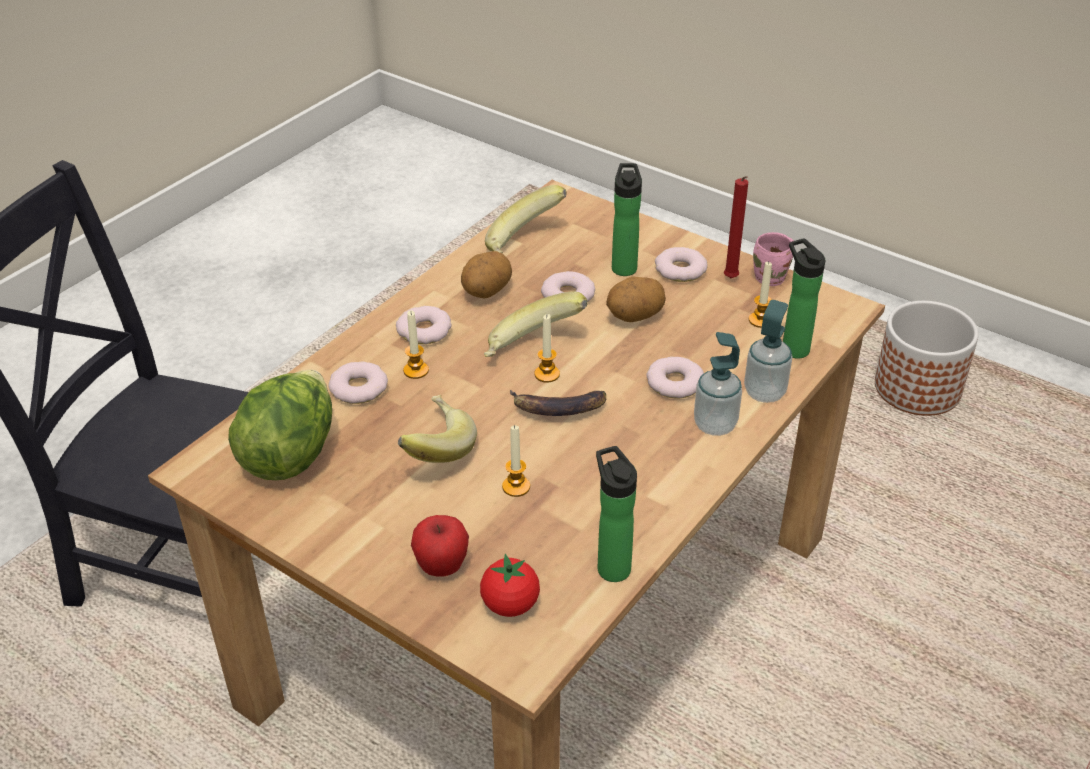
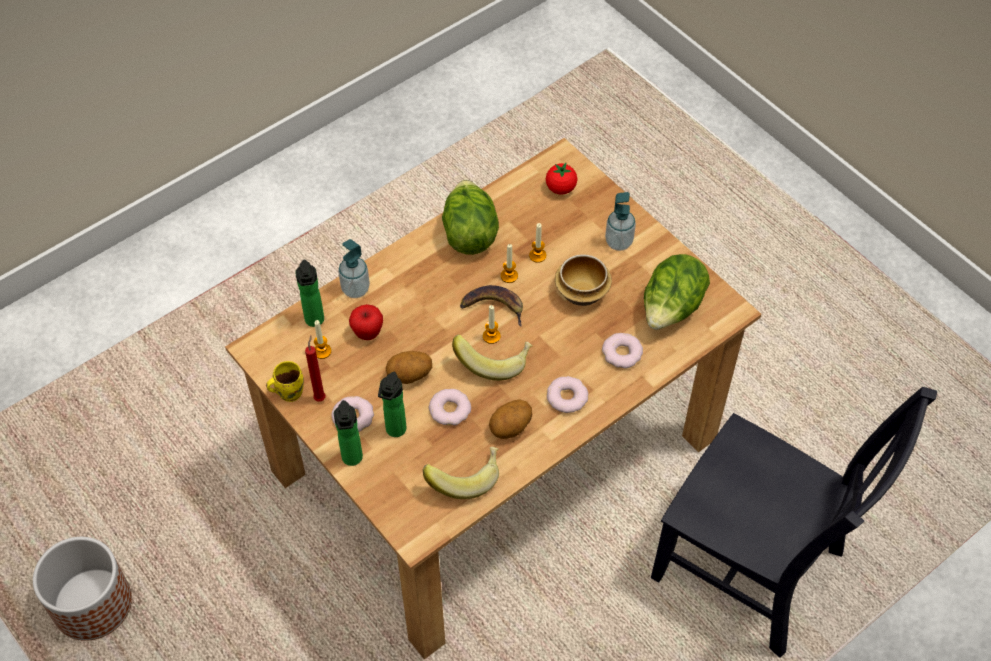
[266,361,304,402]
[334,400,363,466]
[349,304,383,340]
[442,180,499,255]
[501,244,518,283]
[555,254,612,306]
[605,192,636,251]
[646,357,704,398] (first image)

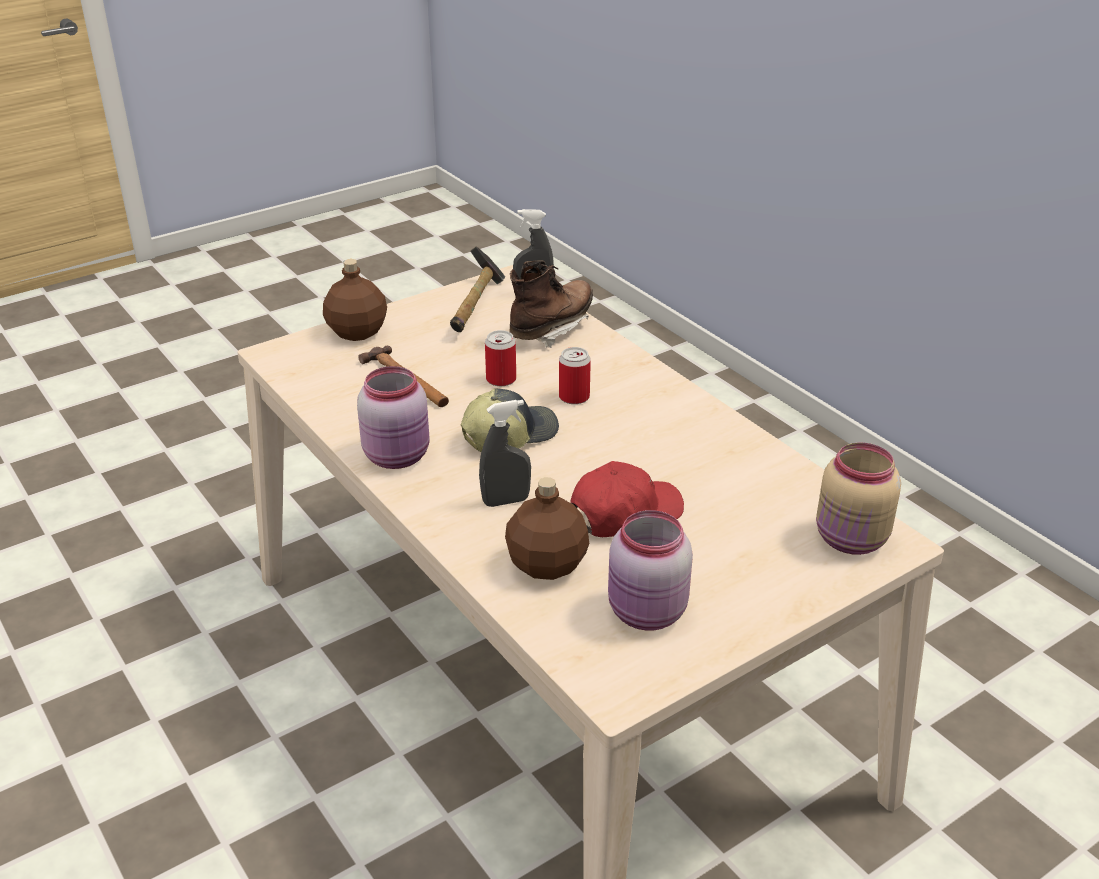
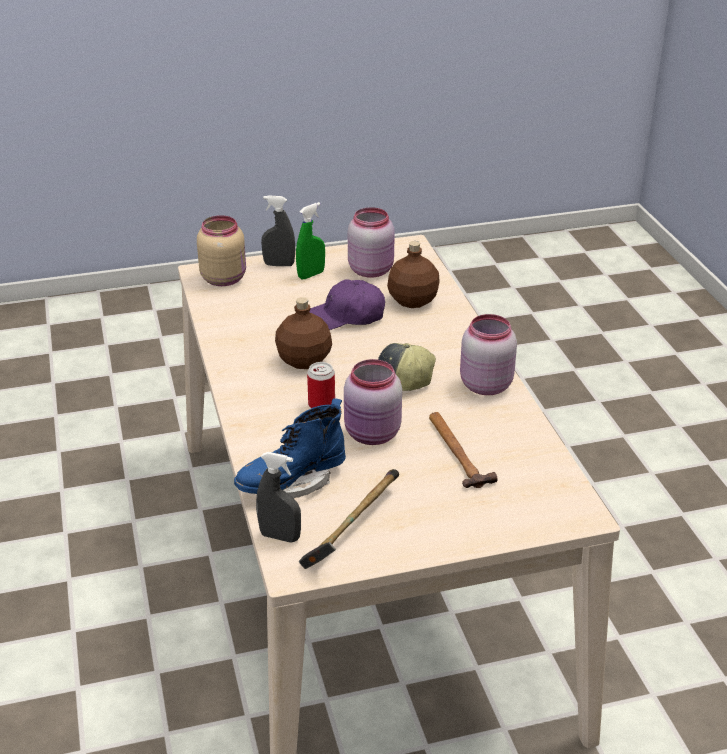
[234,399,346,498]
[261,195,295,266]
[275,297,332,369]
[296,202,325,279]
[309,279,385,330]
[344,359,402,445]

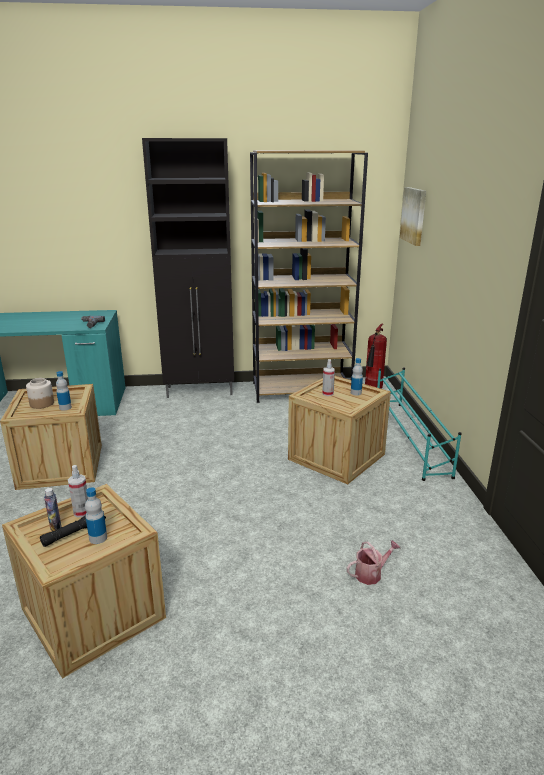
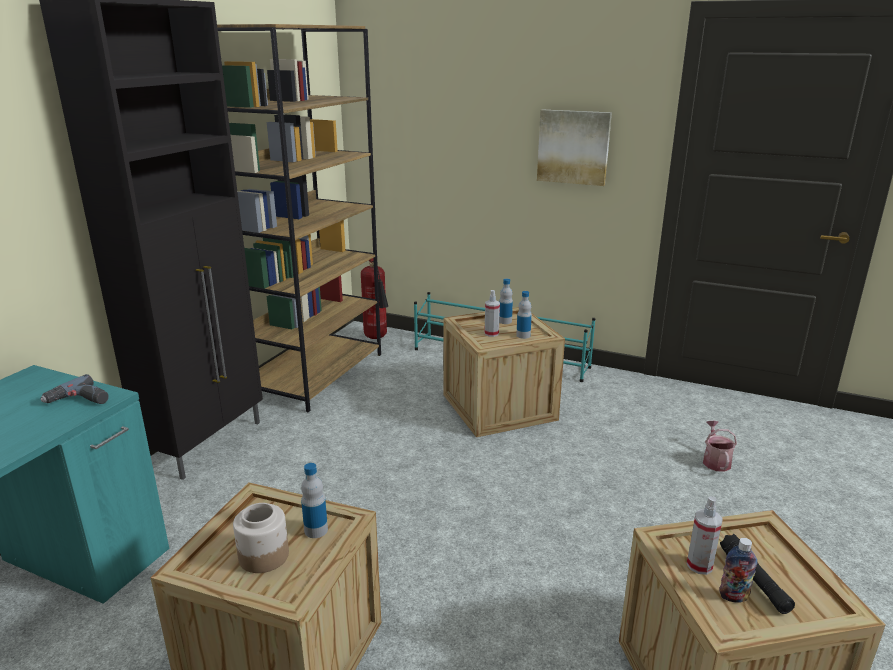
[516,291,532,339]
[537,109,612,186]

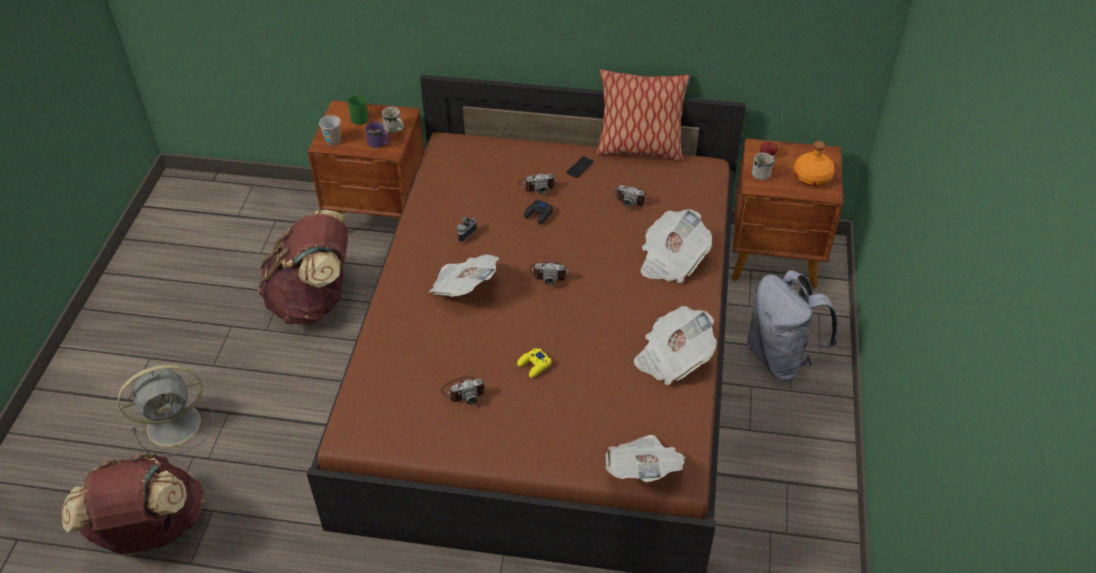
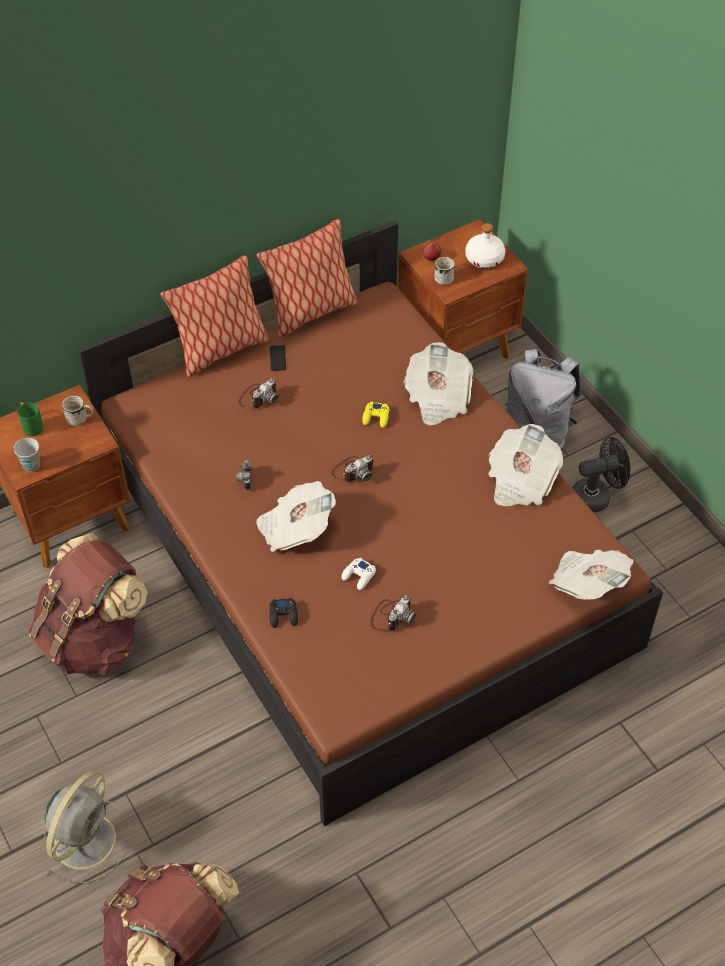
[160,255,270,377]
[269,598,298,628]
[341,558,376,590]
[362,402,389,428]
[465,223,505,269]
[572,437,630,513]
[365,121,390,148] (first image)
[613,185,648,207] (first image)

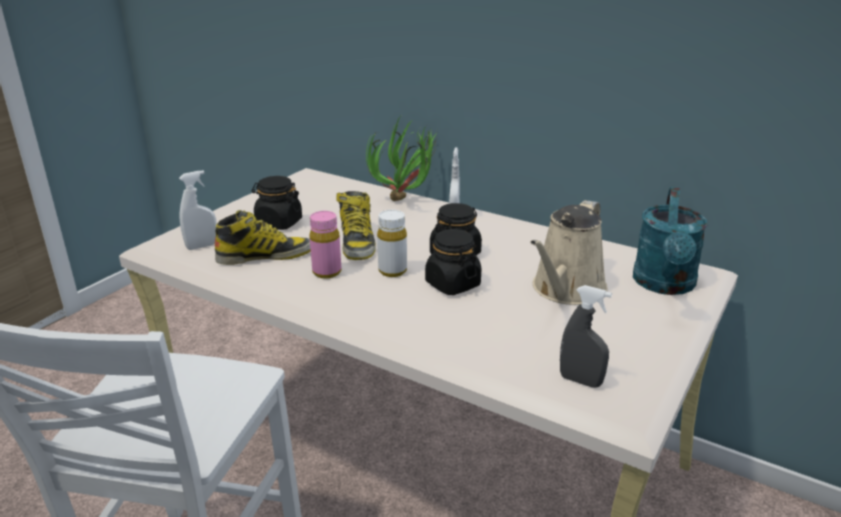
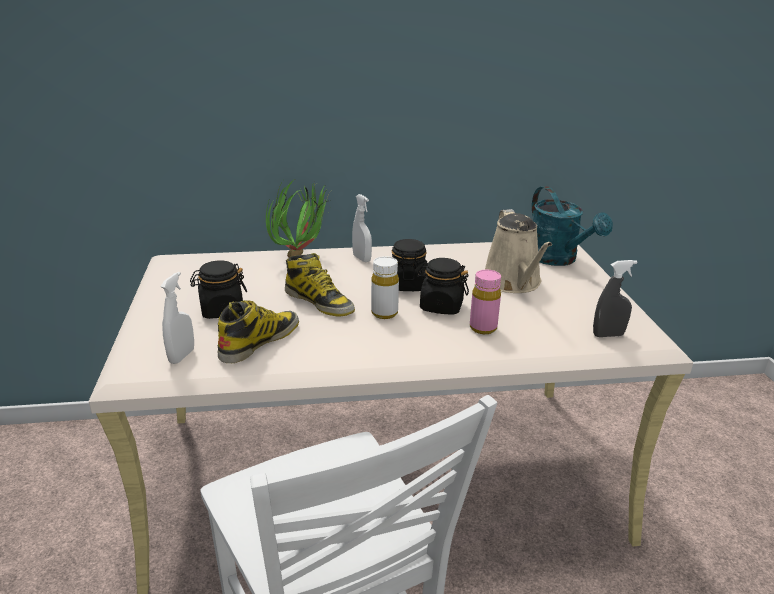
[470,270,501,334]

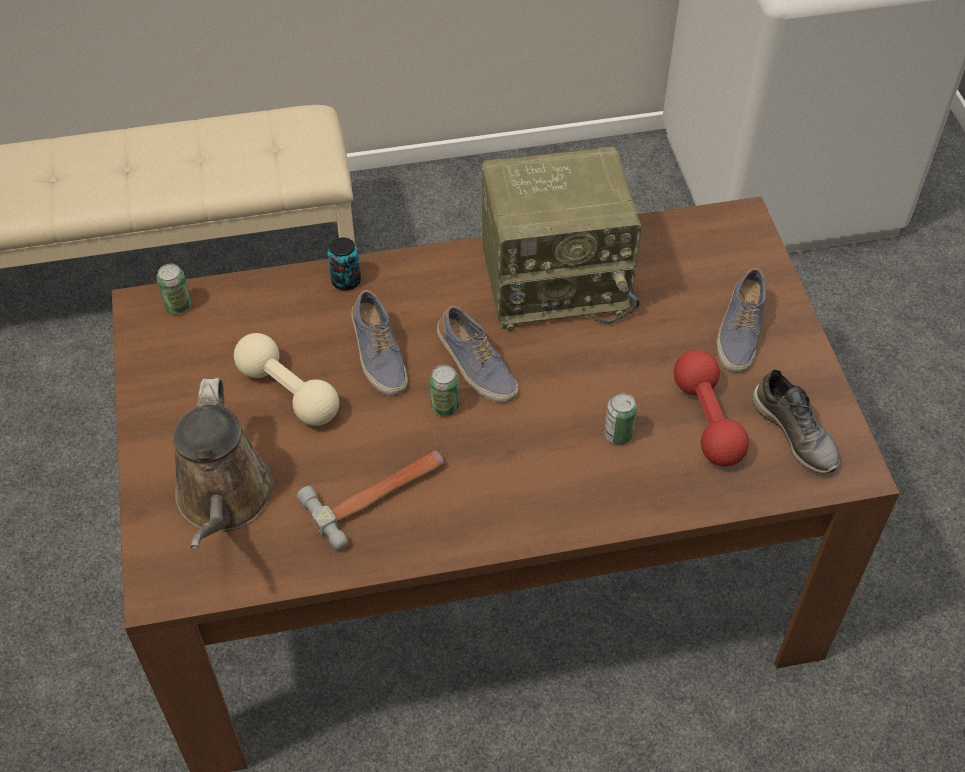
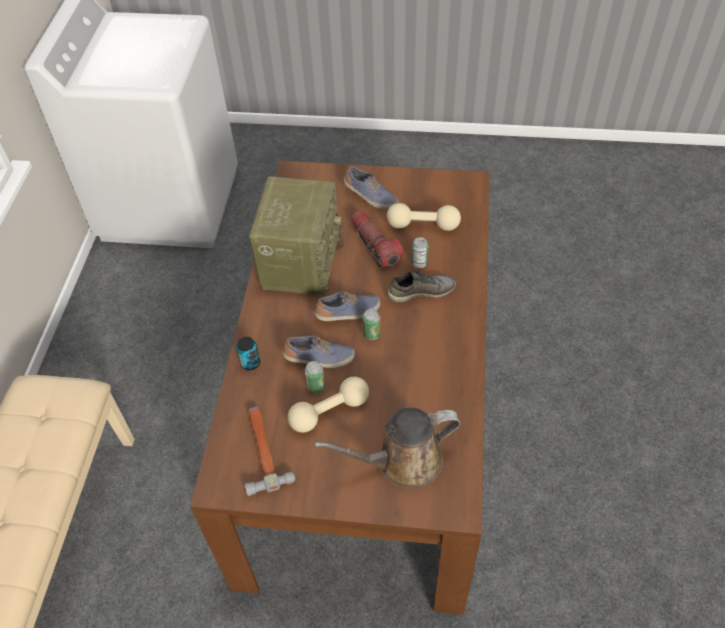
[245,407,296,496]
[305,361,325,393]
[314,407,460,488]
[351,211,404,267]
[387,203,461,231]
[388,271,456,303]

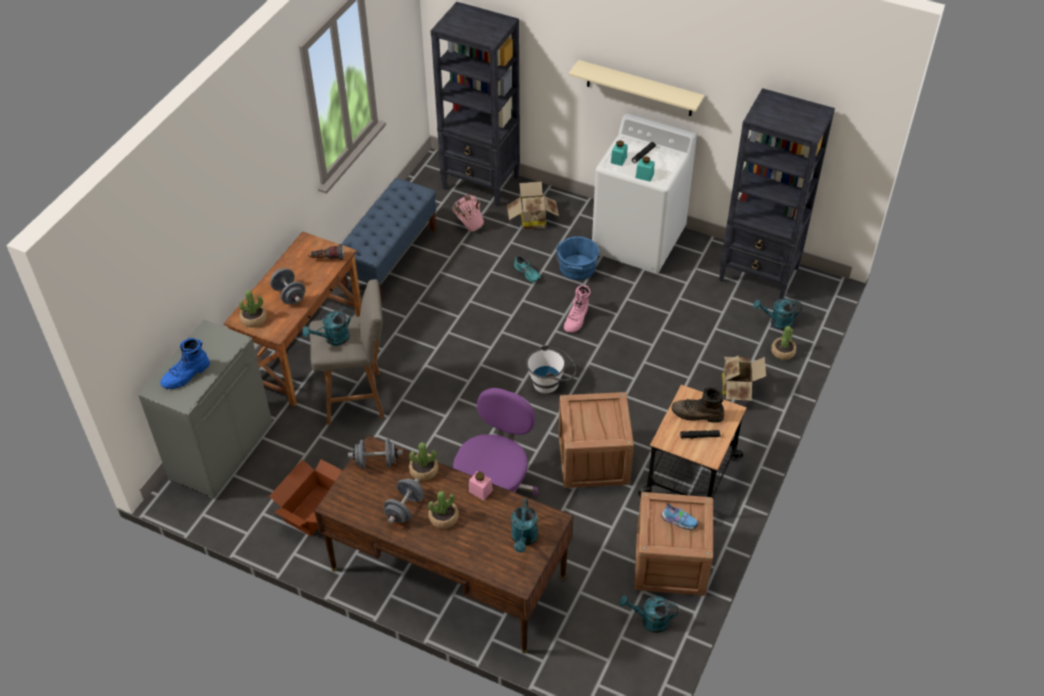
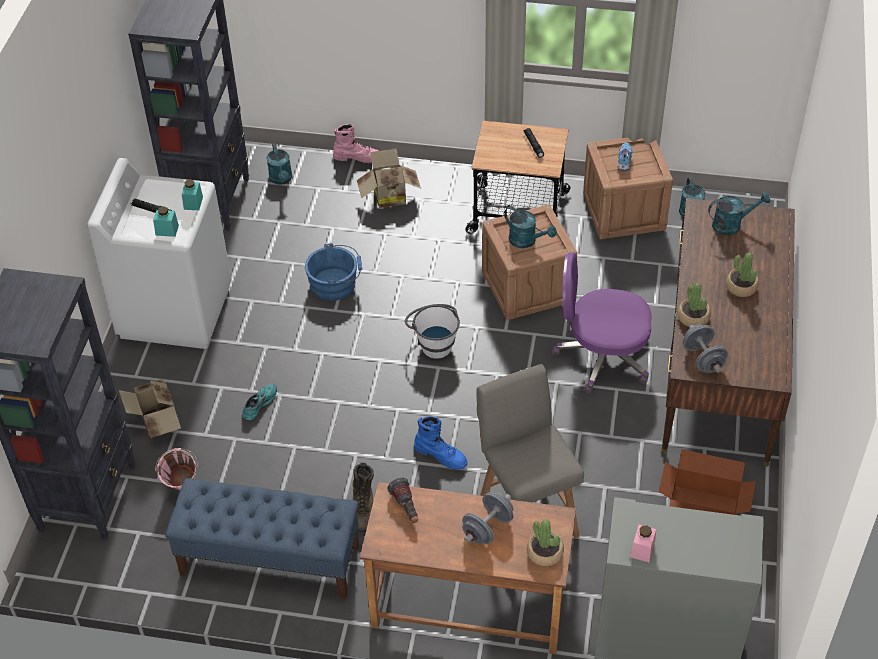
[305,243,362,301]
[333,124,378,163]
[353,462,374,532]
[414,416,467,470]
[504,207,557,248]
[630,525,656,562]
[383,478,424,523] (first image)
[568,60,705,116] (first image)
[771,326,796,360] (first image)

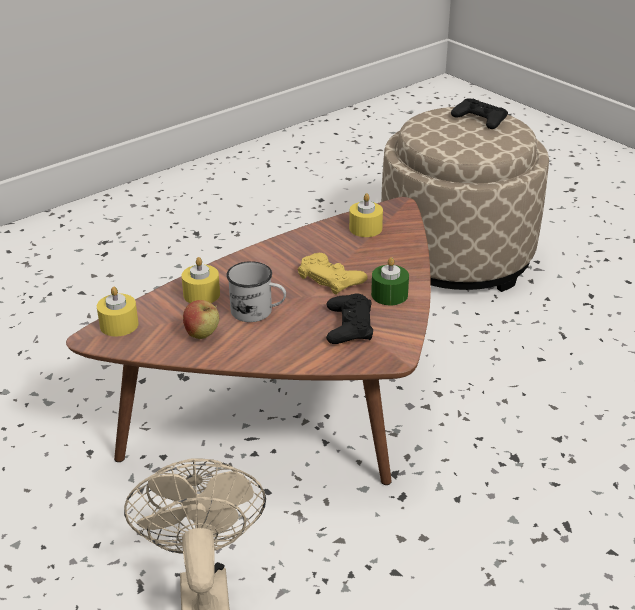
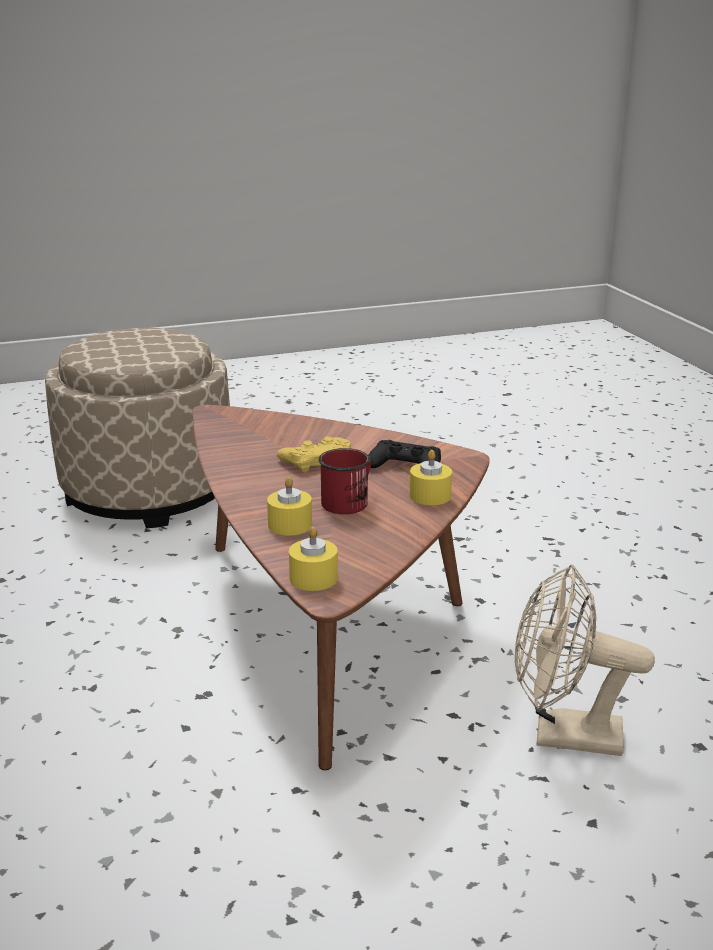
[319,448,371,514]
[410,450,452,505]
[183,300,219,339] (first image)
[371,257,409,305] (first image)
[451,98,508,129] (first image)

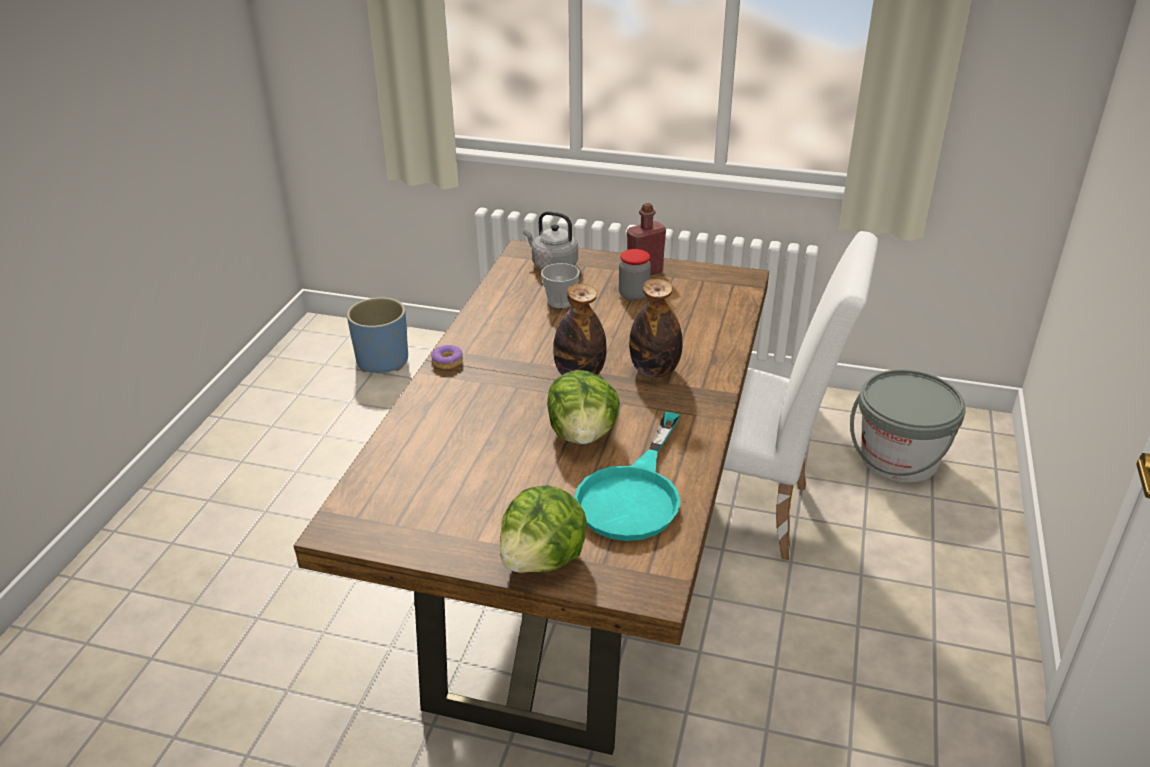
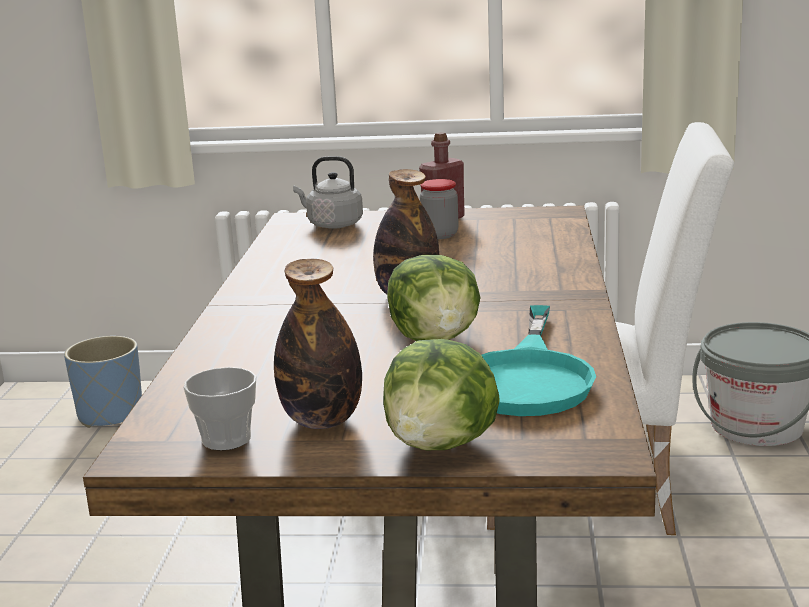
[183,367,256,450]
[274,259,362,429]
[431,345,463,369] (first image)

